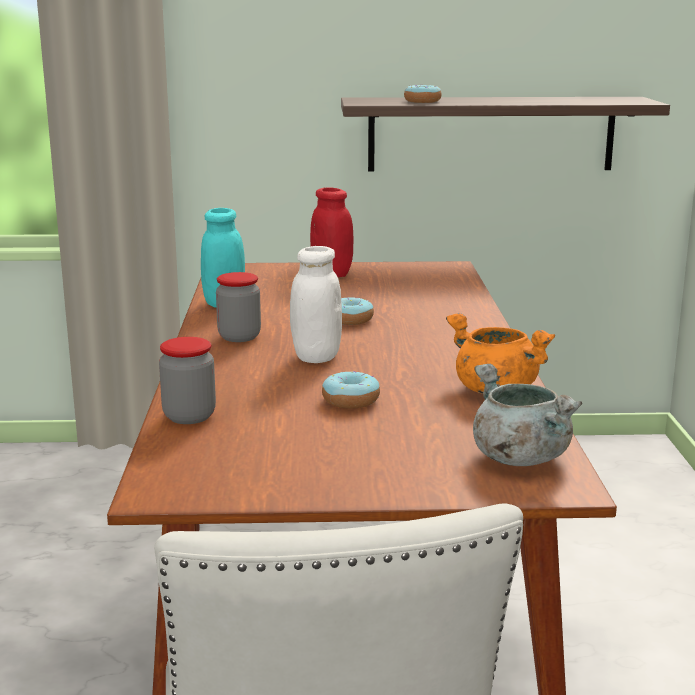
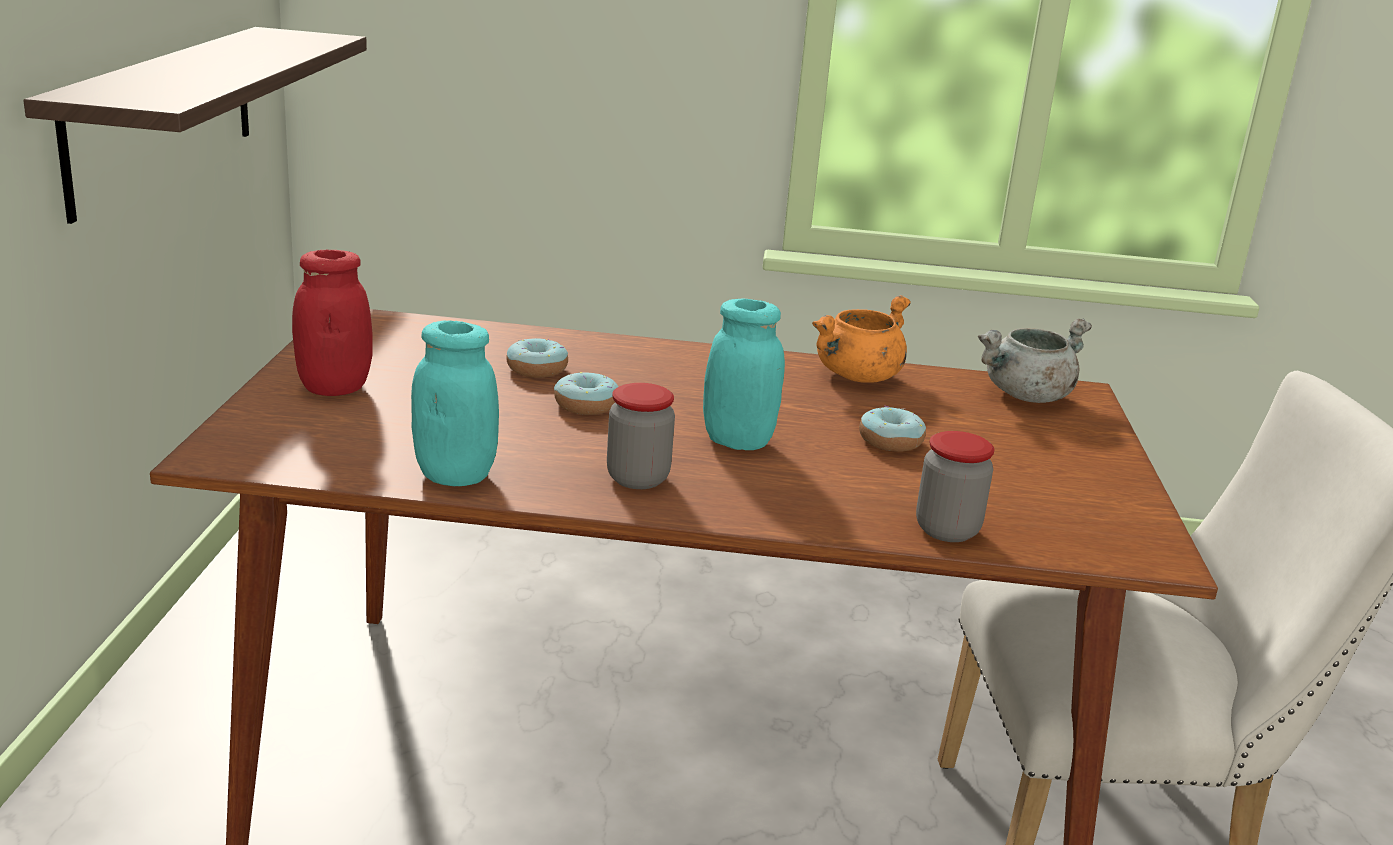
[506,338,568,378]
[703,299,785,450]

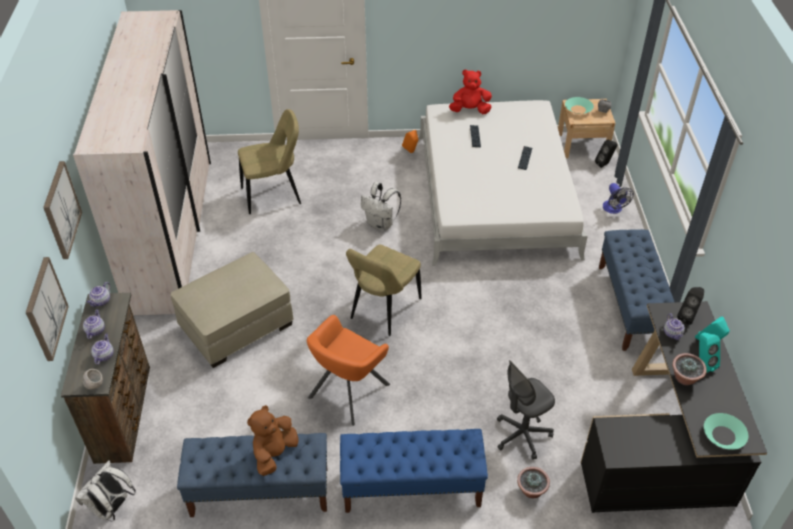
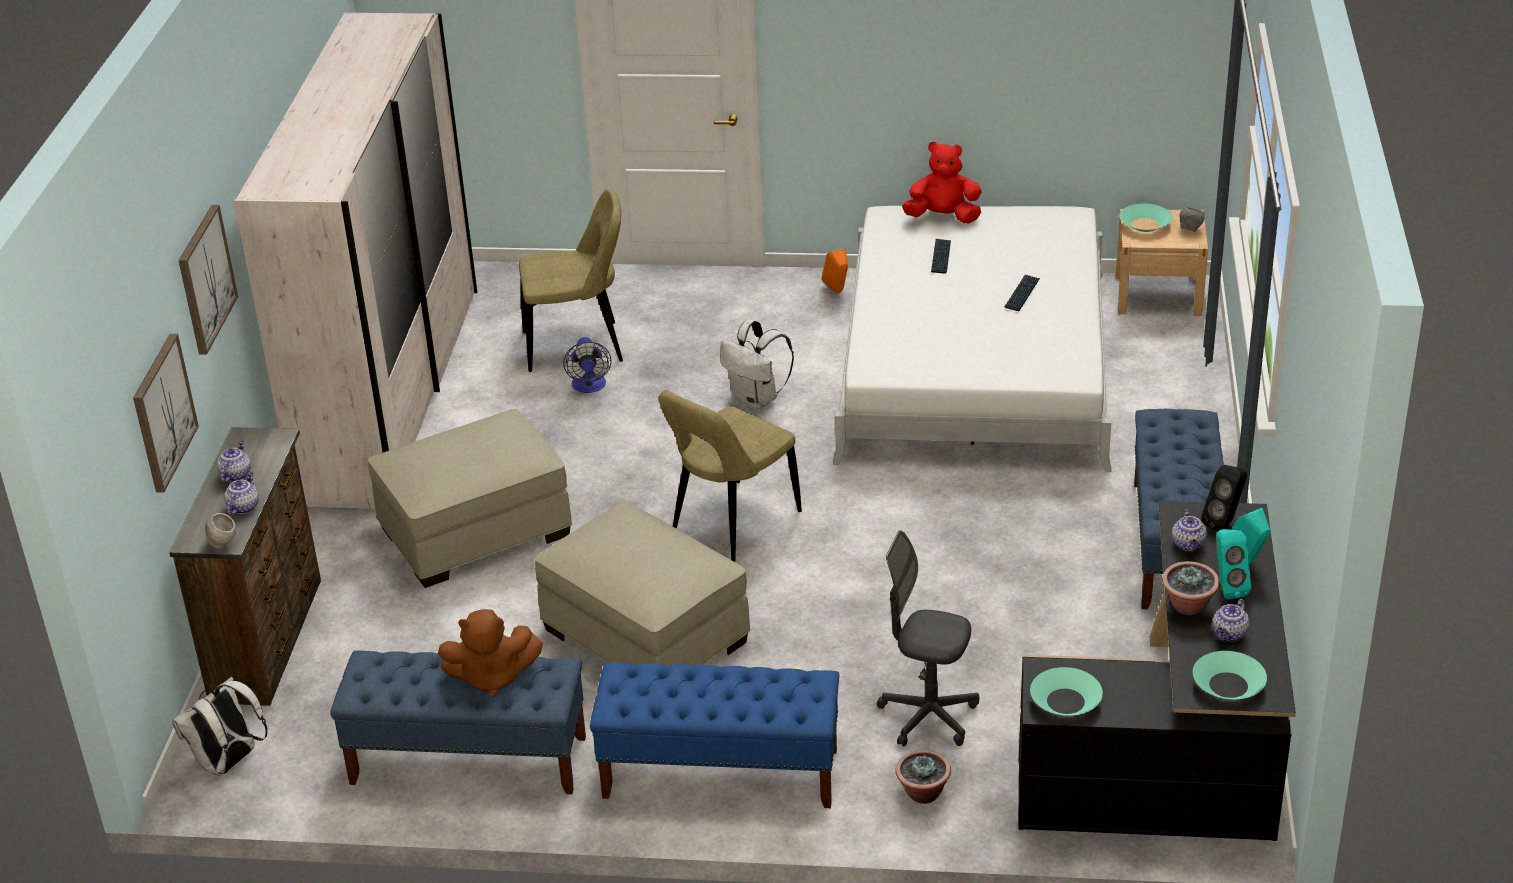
[438,609,543,697]
[535,501,751,666]
[563,337,611,393]
[877,530,979,747]
[1030,667,1103,716]
[1213,599,1249,641]
[595,140,617,168] (first image)

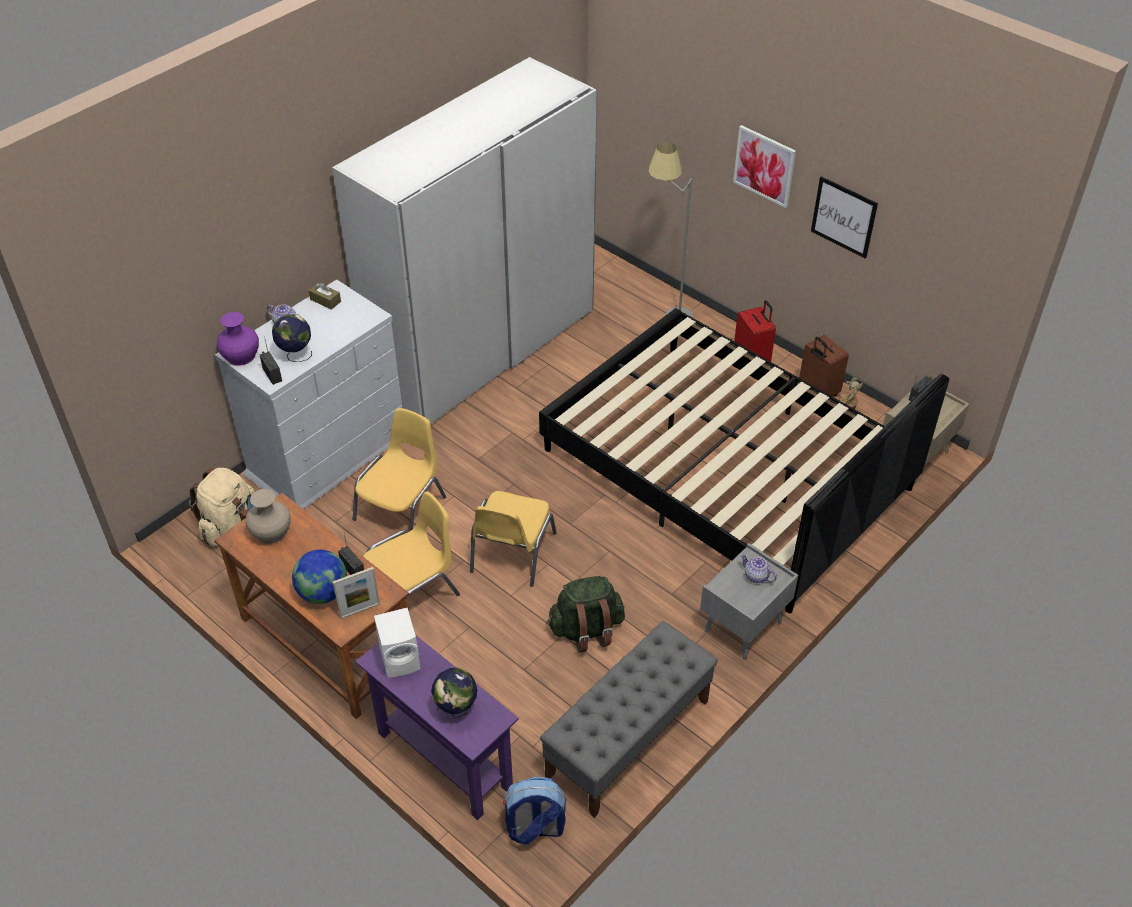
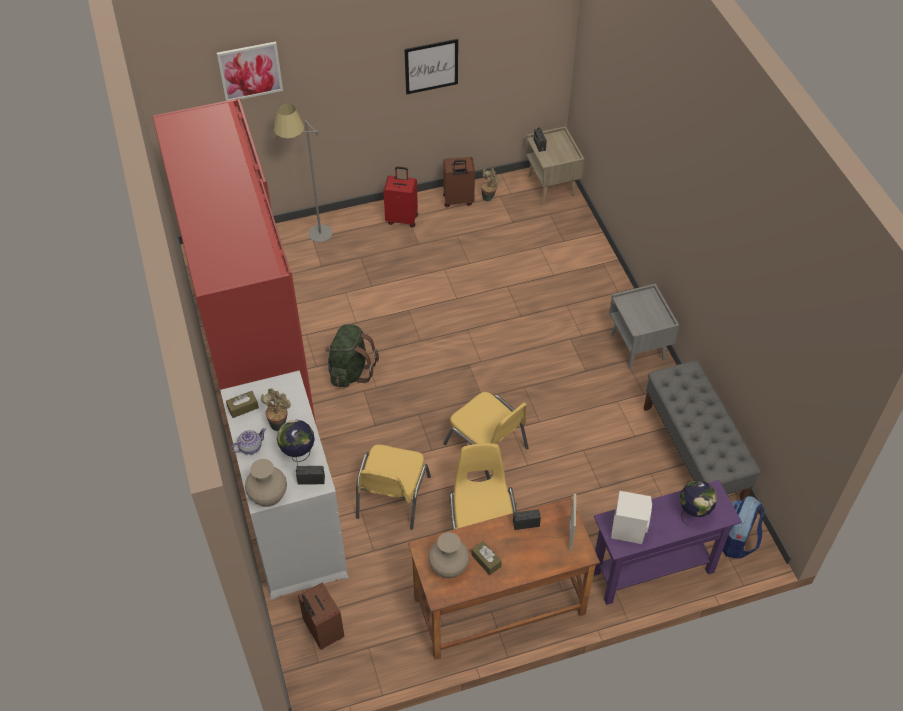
[153,98,316,424]
[217,42,283,101]
[245,459,287,507]
[261,388,291,431]
[298,583,345,650]
[325,324,379,387]
[356,444,431,530]
[471,541,502,575]
[292,549,347,604] (first image)
[539,308,949,613] (first image)
[740,554,777,583] (first image)

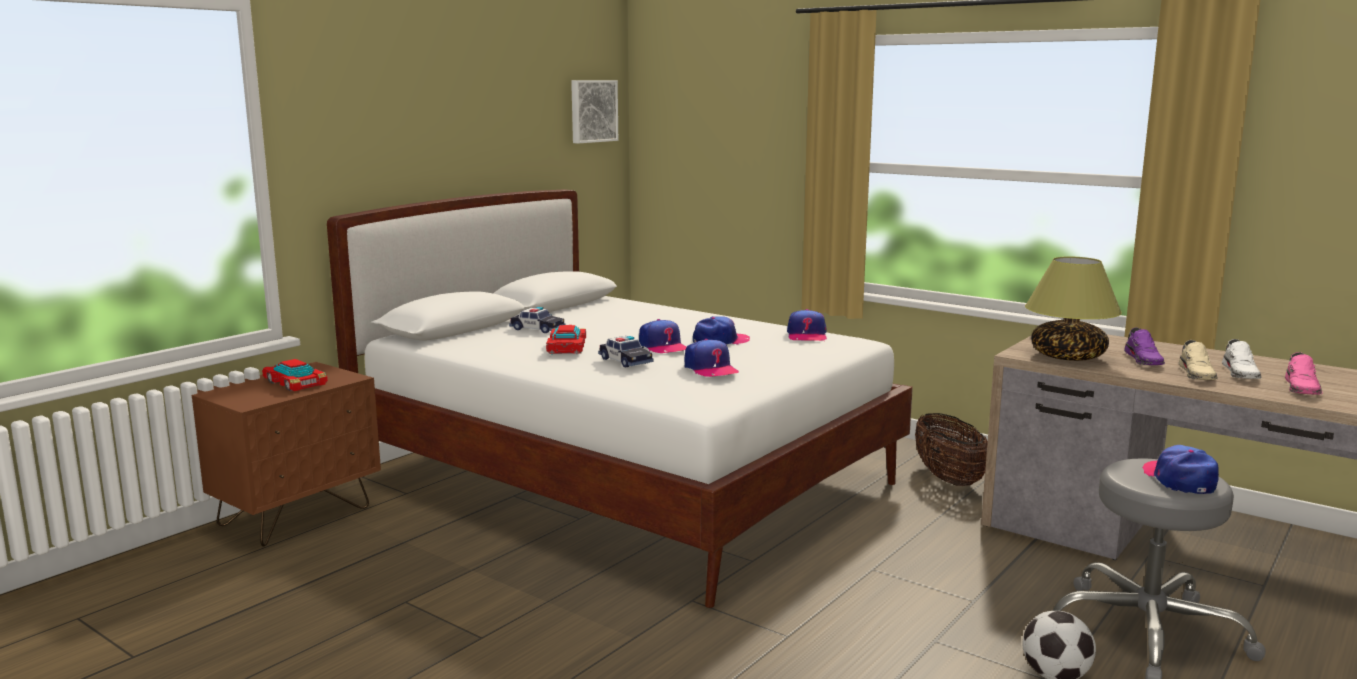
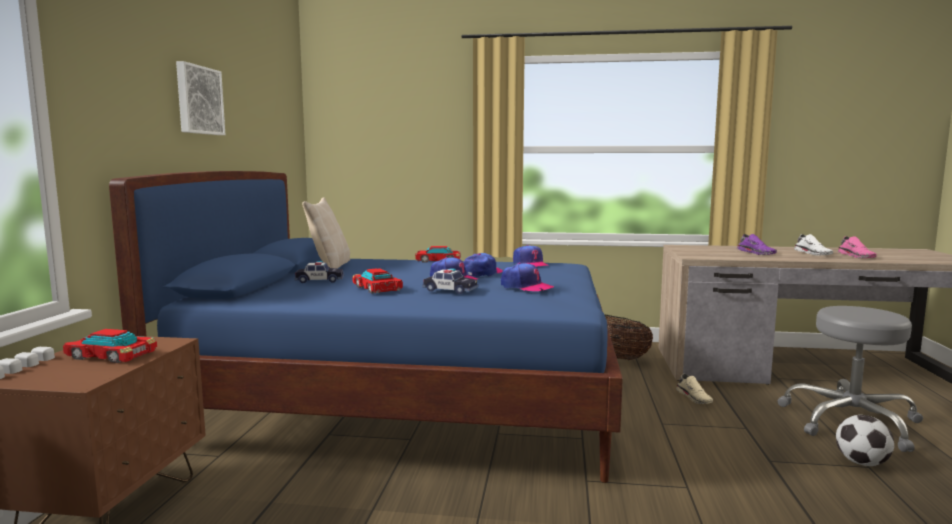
[109,171,623,483]
[176,61,225,135]
[302,197,350,269]
[415,246,461,262]
[676,374,713,404]
[1025,256,1122,361] (first image)
[1142,445,1219,494] (first image)

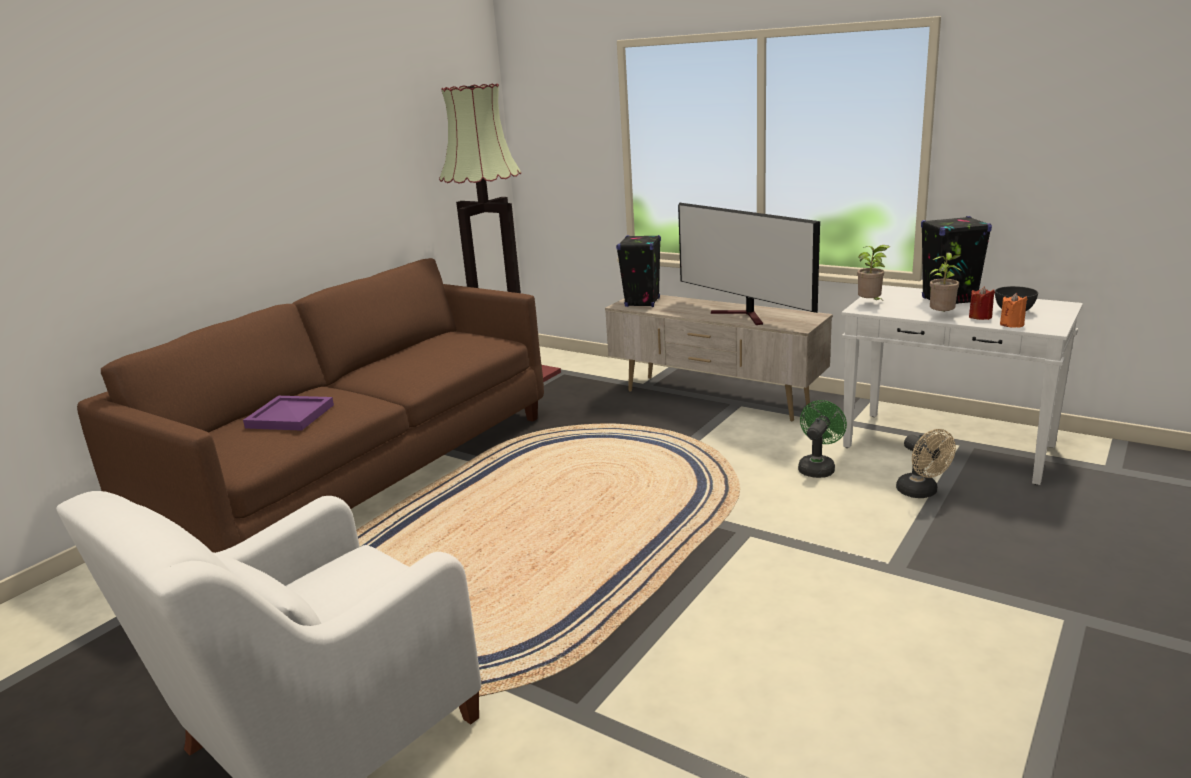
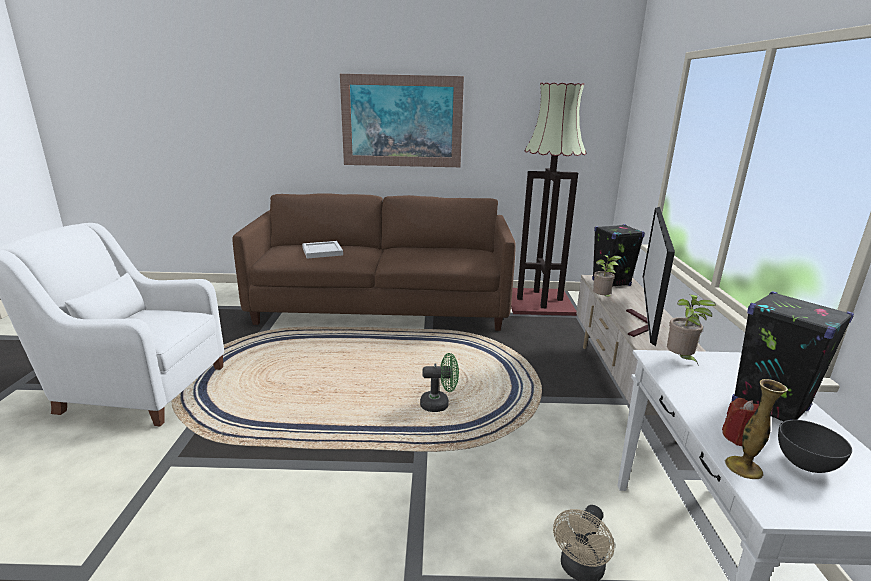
[302,241,343,259]
[340,74,464,167]
[420,353,459,412]
[593,255,622,297]
[725,379,788,479]

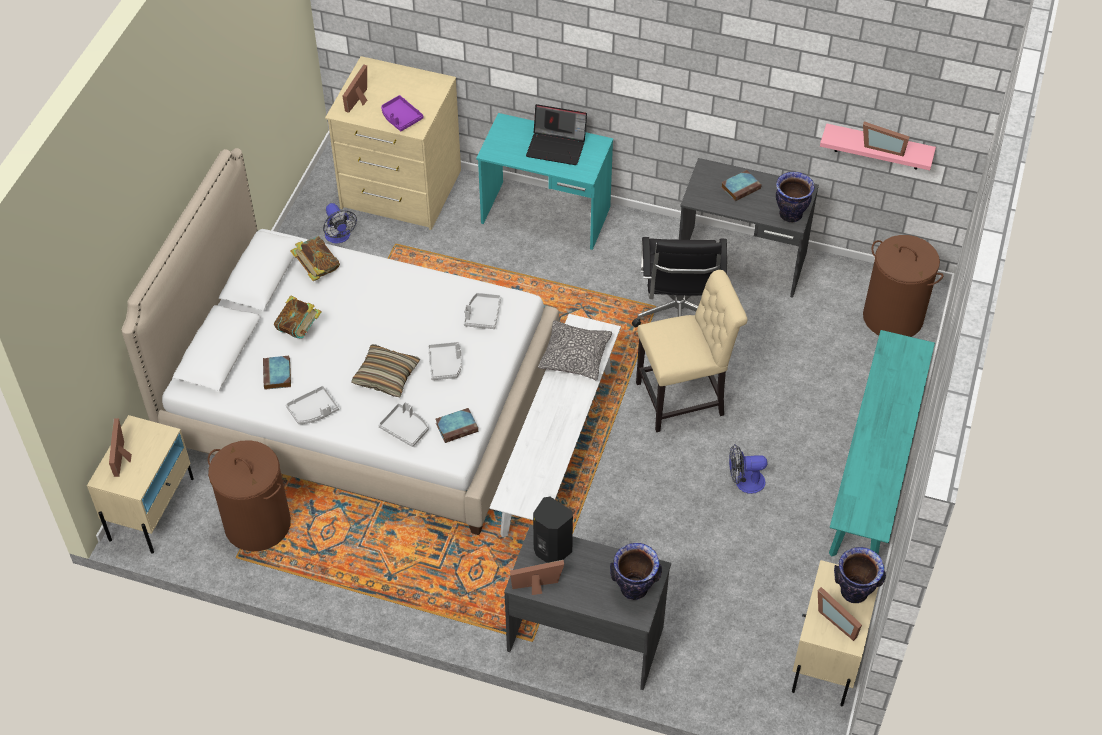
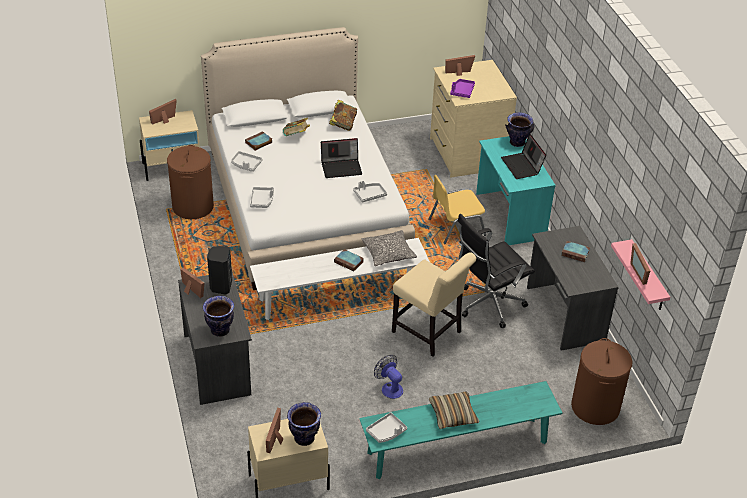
[321,138,362,178]
[334,249,363,271]
[366,412,407,443]
[428,175,486,244]
[429,391,479,429]
[505,112,534,147]
[323,203,357,244] (first image)

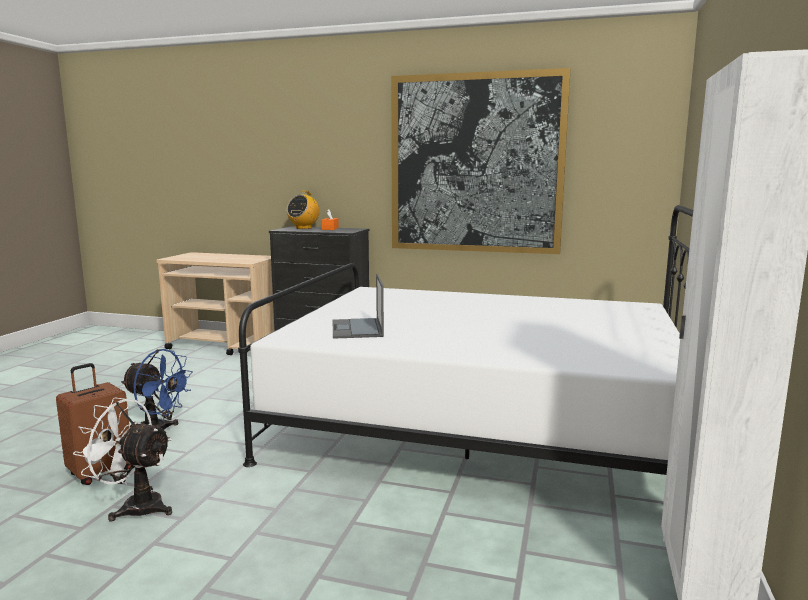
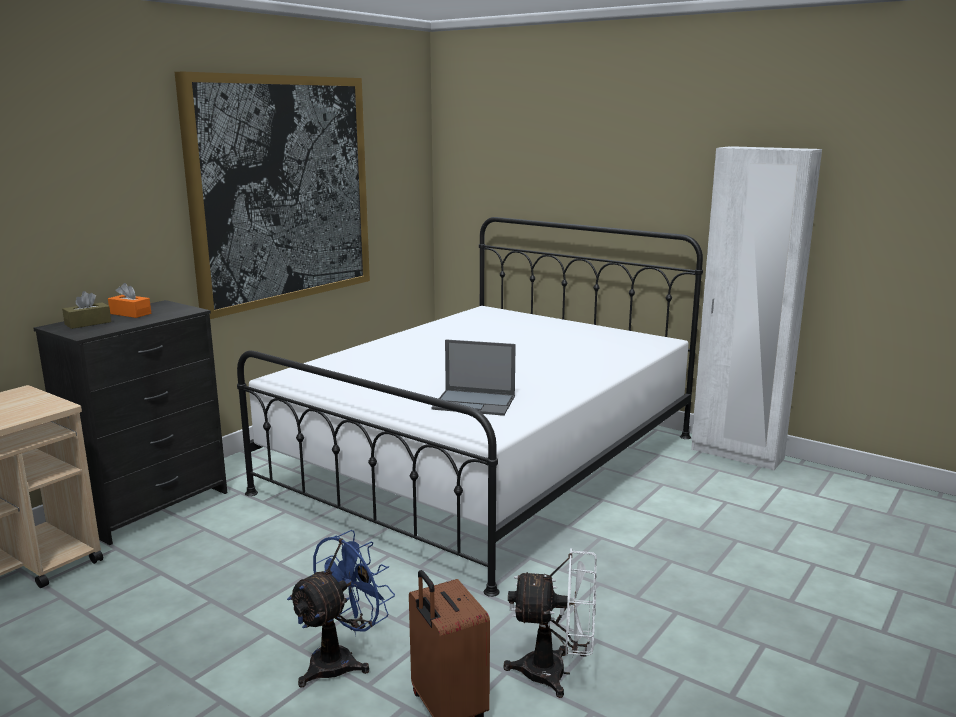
[62,291,111,329]
[503,548,597,698]

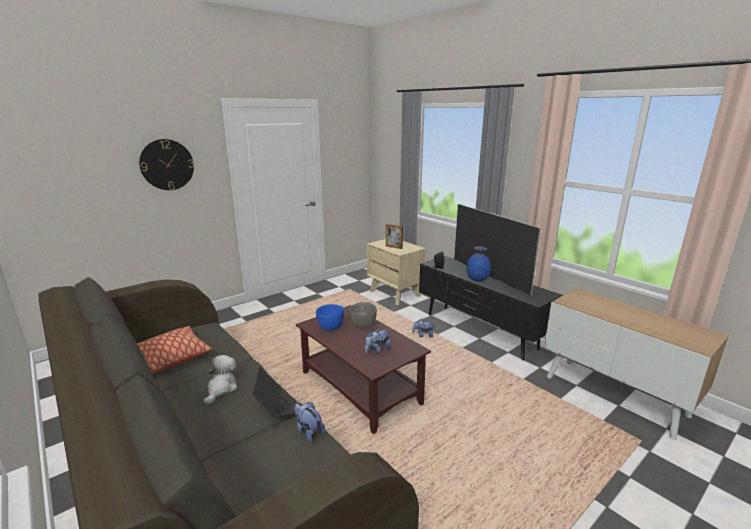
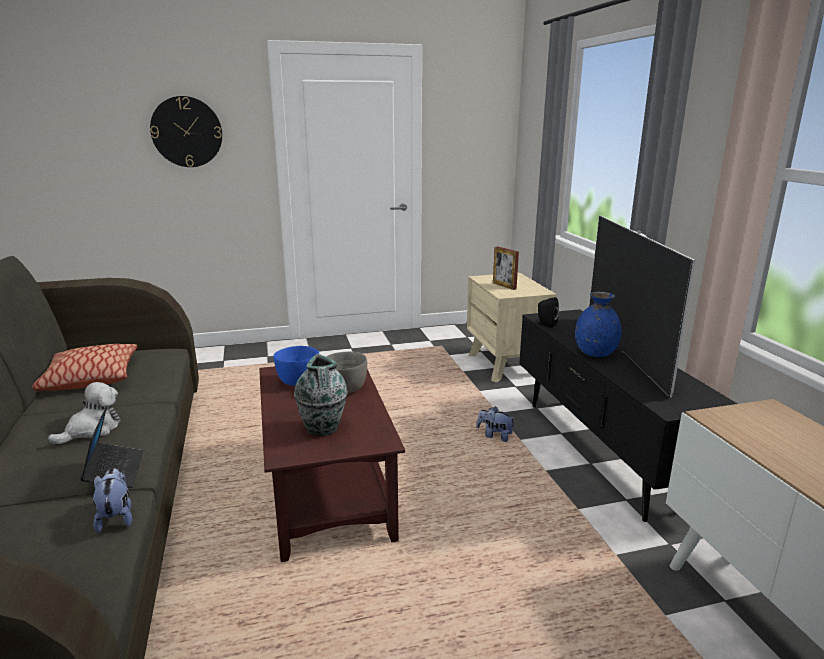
[294,354,348,436]

